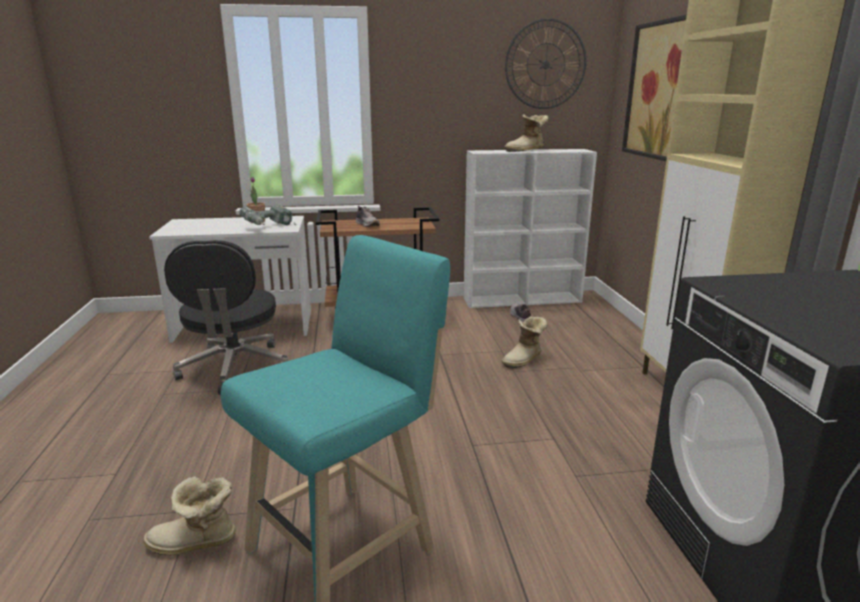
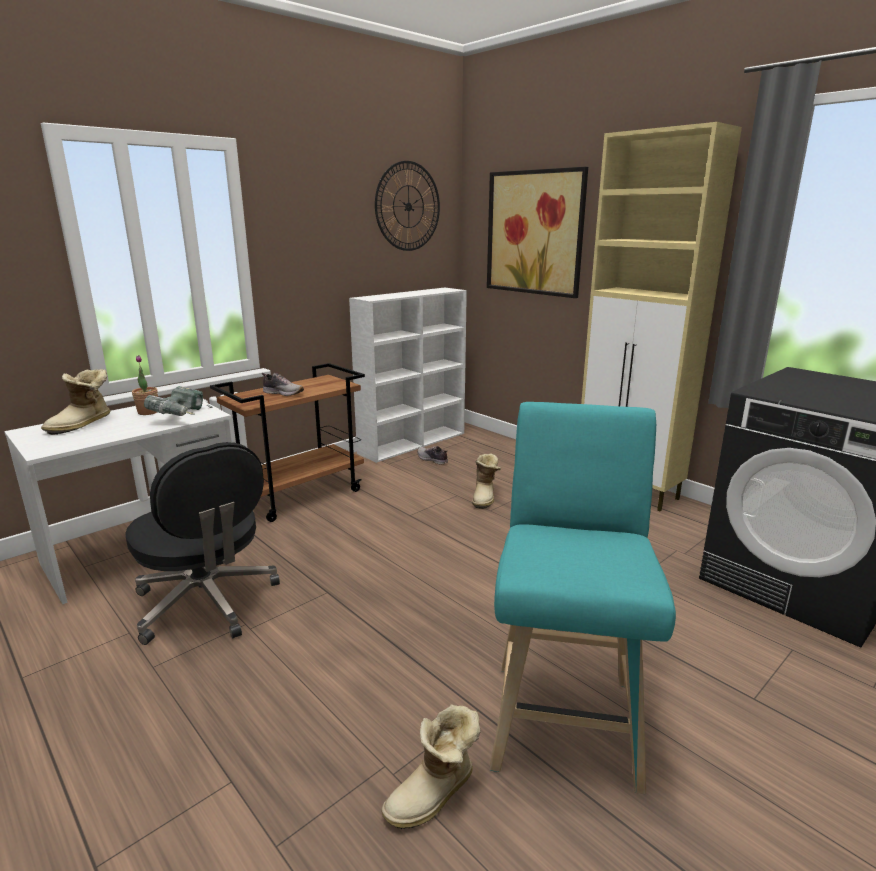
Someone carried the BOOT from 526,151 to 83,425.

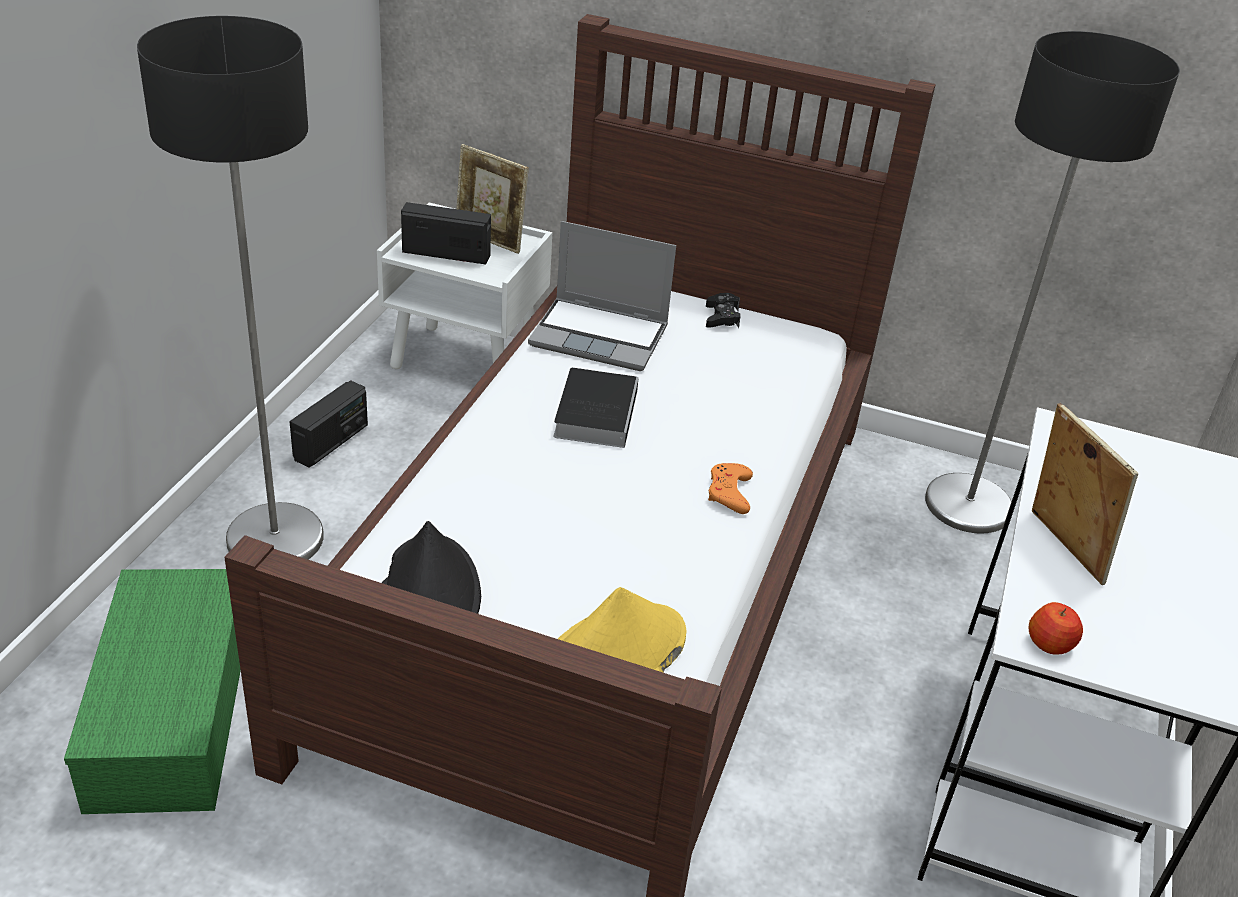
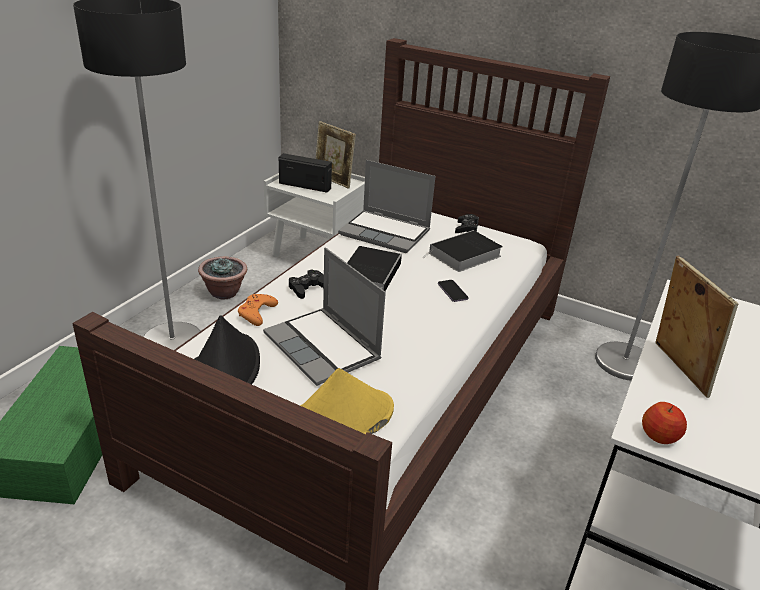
Someone swapped the RADIO at 331,442 for the POTTED PLANT at 224,292.
Someone carried the ORANGE GAME CONTROLLER from 729,492 to 257,313.
Someone put down the LAPTOP at 324,347.
Someone put down the BLACK GAME CONTROLLER at 307,288.
Someone put down the BOOK at 464,255.
Someone put down the PHONE at 452,292.

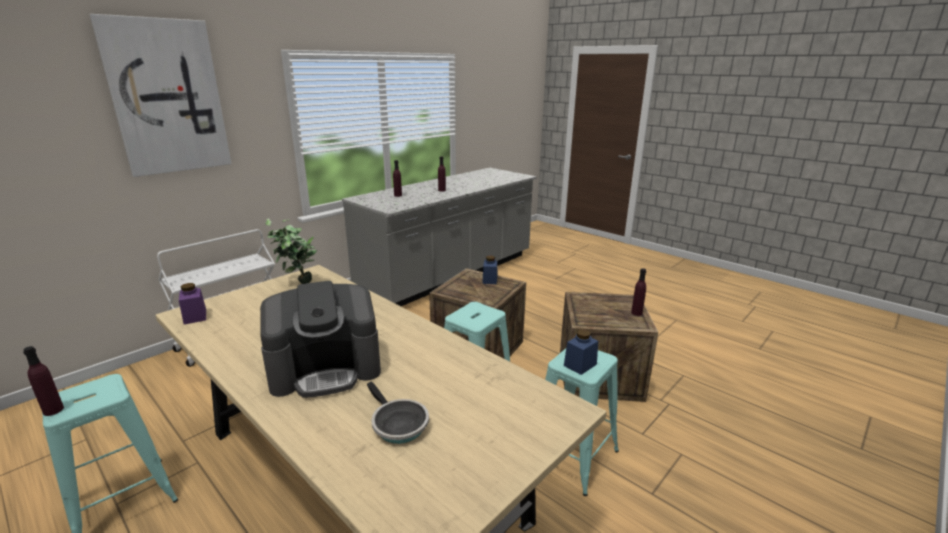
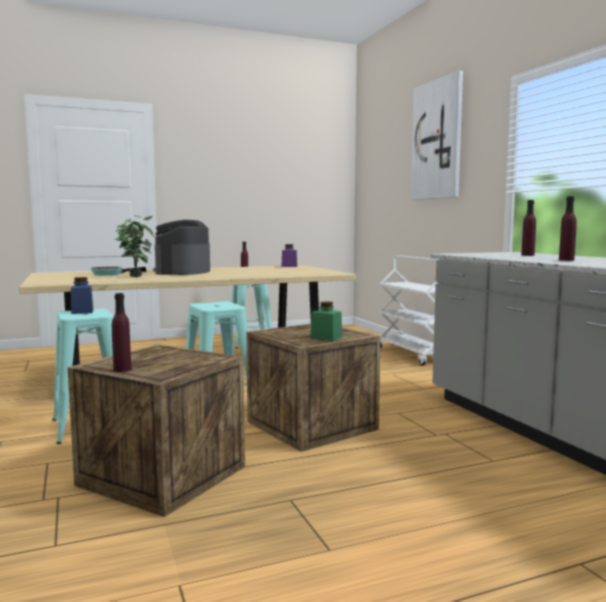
Someone carried the POTTED PLANT from 297,284 to 135,276.
Someone repainted the BLUE JAR at 490,280, which became the GREEN JAR at 326,337.

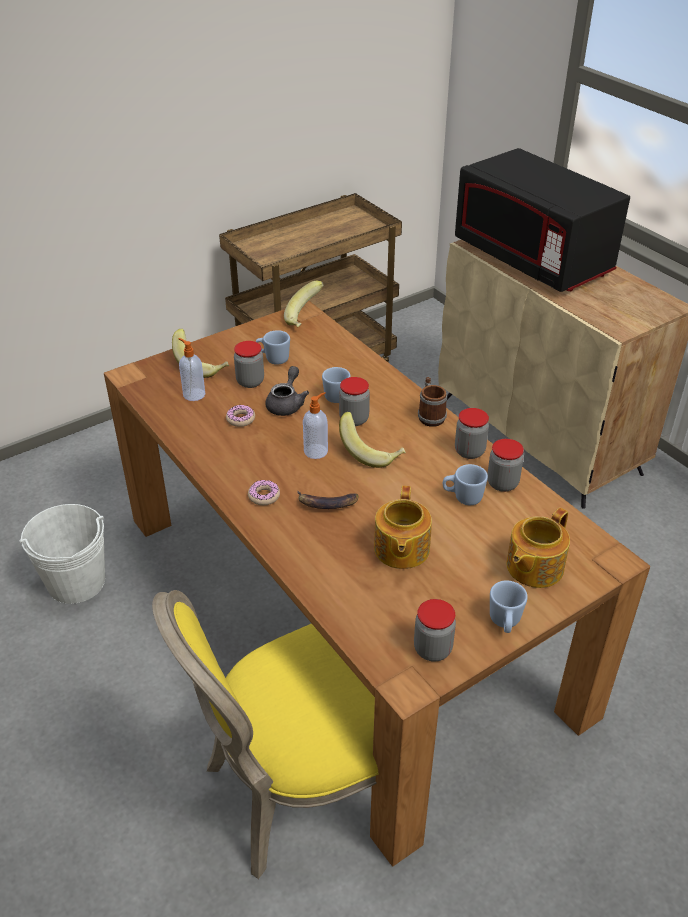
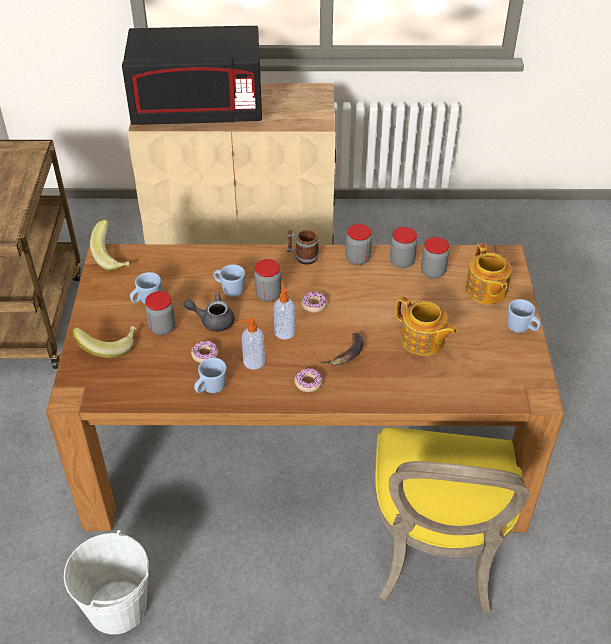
Someone carried the SOAP DISPENSER from 193,394 to 253,362.
Someone rotated the GREY TEAPOT at 287,404 by 45 degrees counterclockwise.
Someone swapped the BANANA at 371,452 for the DONUT at 313,305.
Someone carried the JAR from 432,649 to 433,272.
Someone carried the BLUE MUG from 463,498 to 210,389.

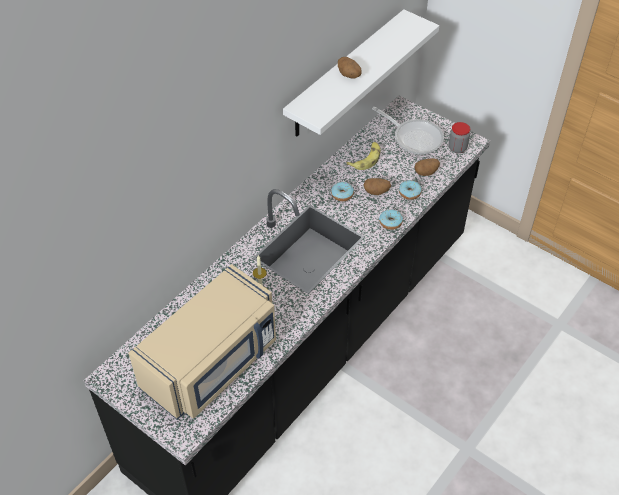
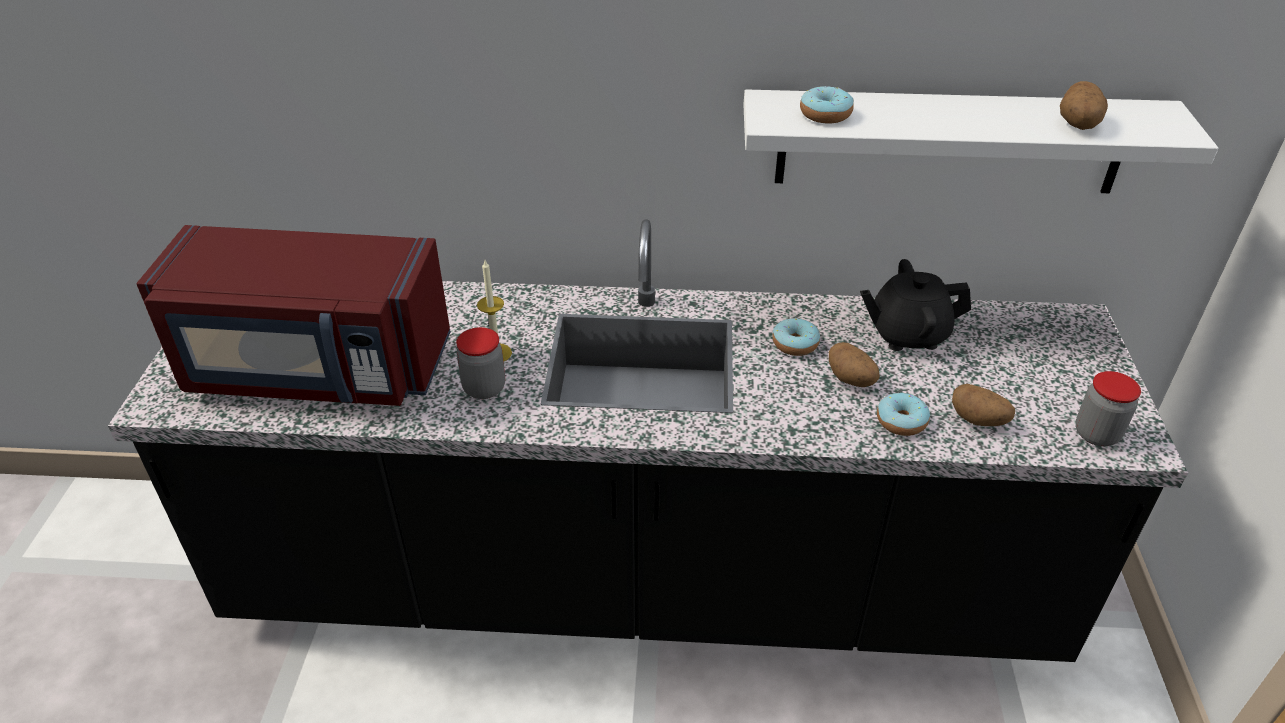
Someone repainted the BEIGE MICROWAVE at 212,363, which became the RED MICROWAVE at 315,369.
Someone carried the POTATO from 349,75 to 1078,125.
Someone swapped the BANANA at 366,159 for the BLACK TEAPOT at 907,334.
Someone took away the FRYING PAN at 414,137.
Someone carried the DONUT from 390,222 to 825,114.
Someone put down the JAR at 484,388.

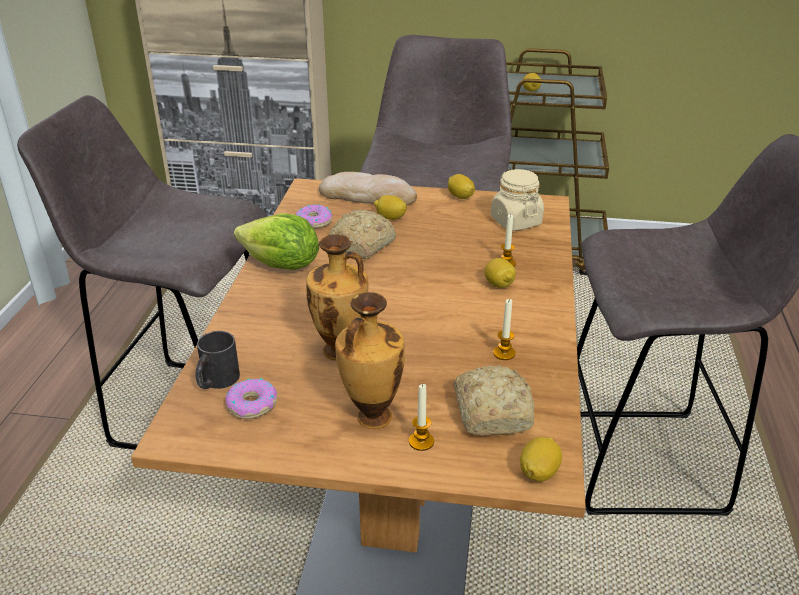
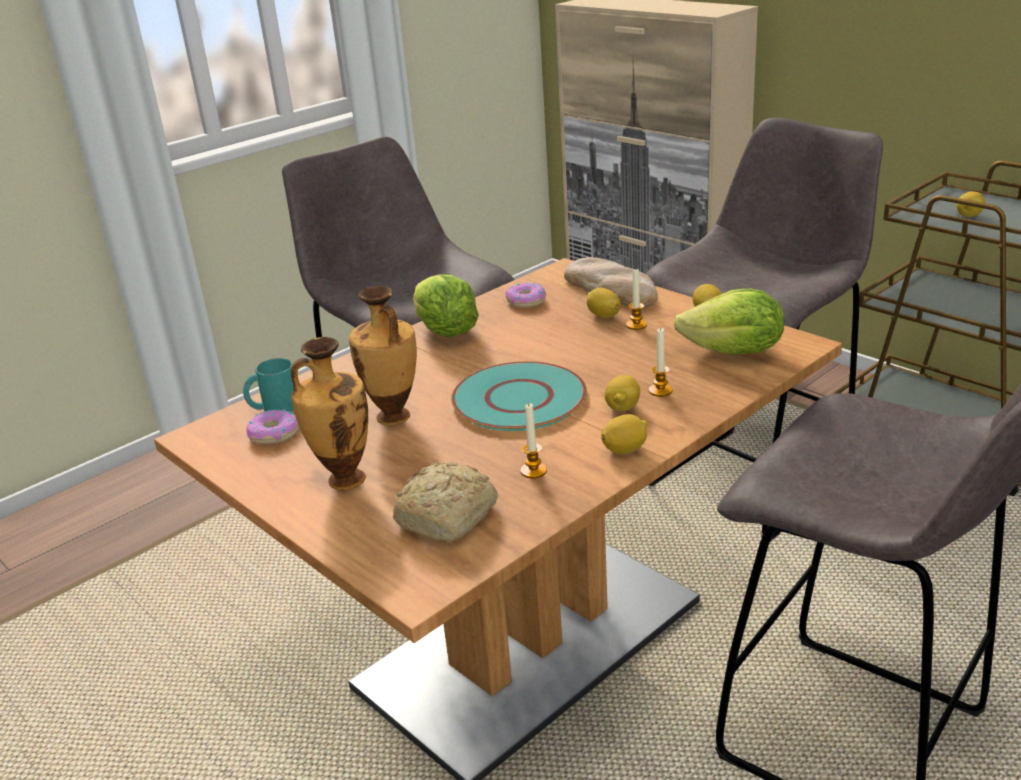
Someone repainted the BLACK MUG at 216,381, which became the TURQUOISE MUG at 274,407.
Someone took away the BREAD at 360,246.
Someone carried the CANDLE from 421,442 to 636,325.
Someone swapped the BEIGE JAR at 515,221 for the LETTUCE at 734,353.
Someone carried the LEMON from 539,472 to 625,449.
Someone put down the TURQUOISE PLATE at 518,399.

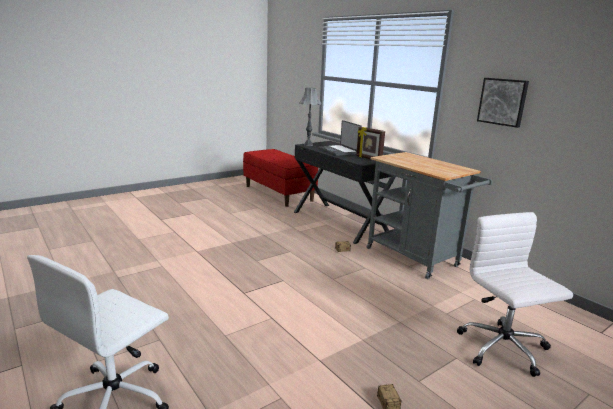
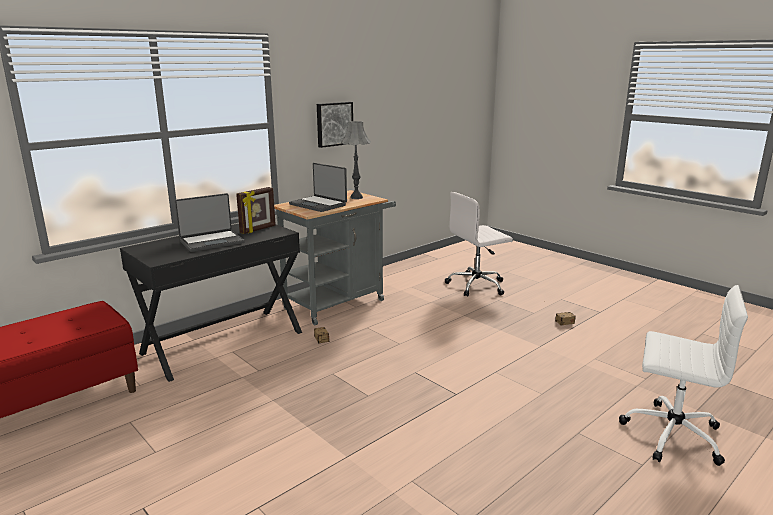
Someone carried the GREY TABLE LAMP from 308,145 to 356,197.
Someone put down the LAPTOP at 319,204.

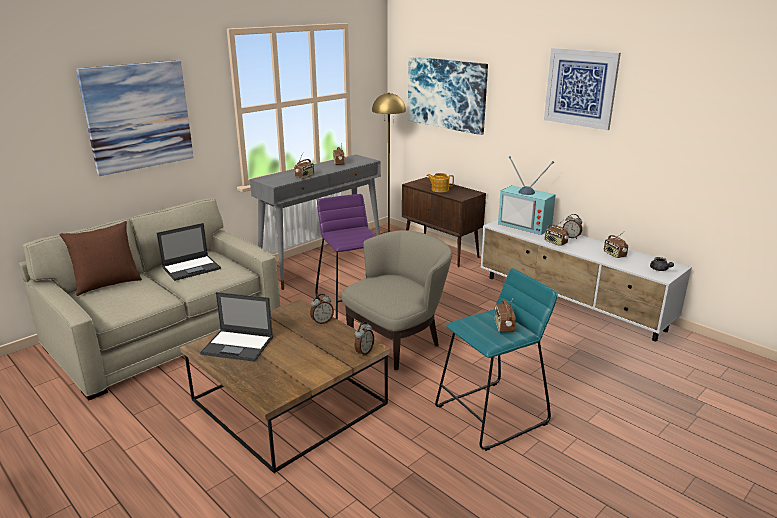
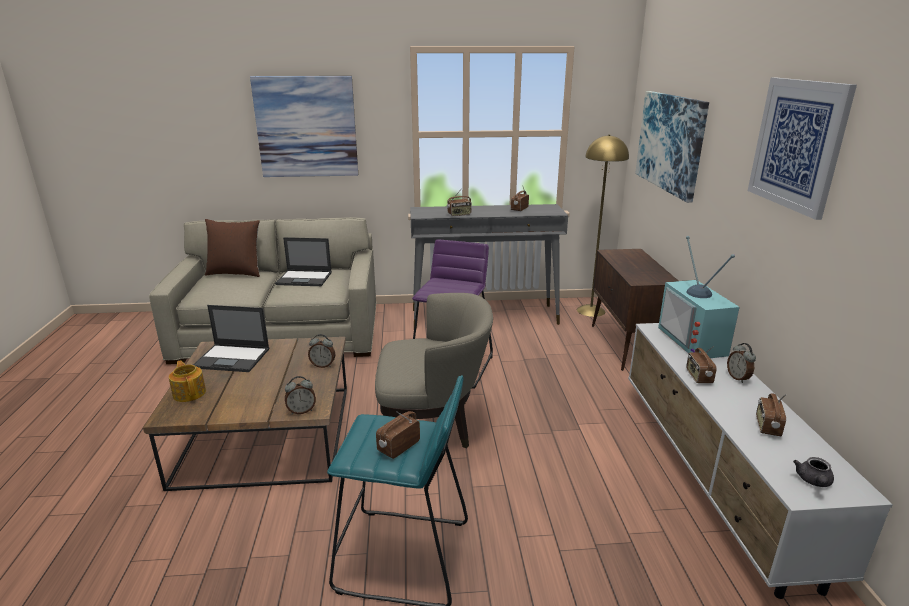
Someone rotated the LAPTOP at 238,345 by 45 degrees counterclockwise.
Someone carried the TEAPOT from 439,189 to 189,393.

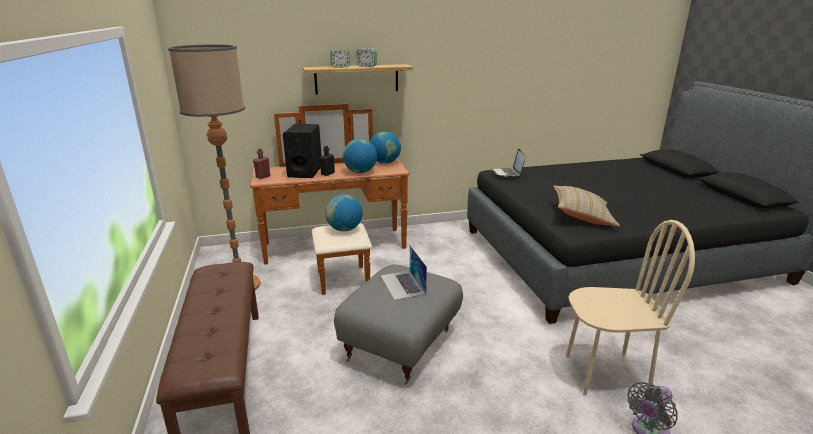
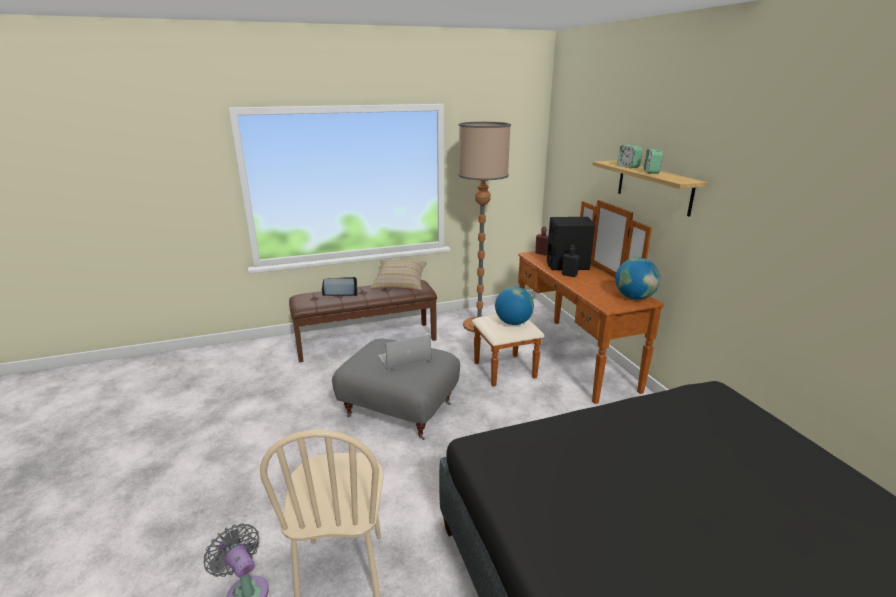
Someone took away the GLOBE at 360,172.
Someone carried the LAPTOP from 508,173 to 339,294.
Someone carried the BEIGE PILLOW from 582,216 to 400,284.

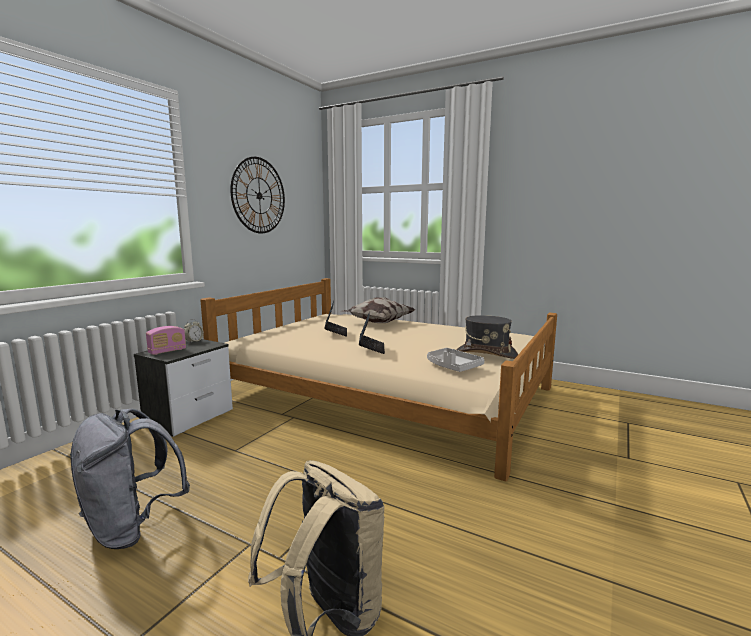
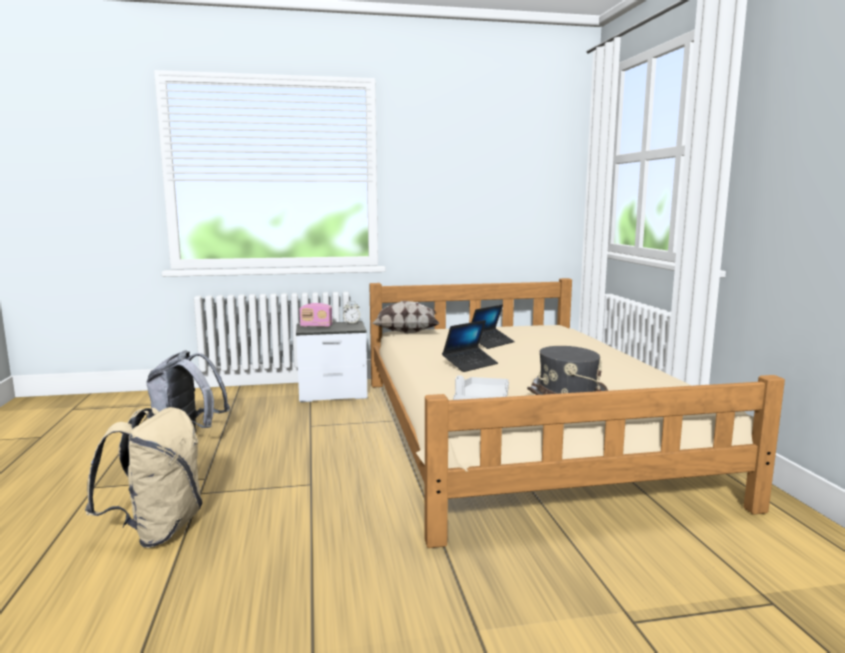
Someone took away the WALL CLOCK at 259,195.
Someone carried the PILLOW from 377,323 to 405,332.

